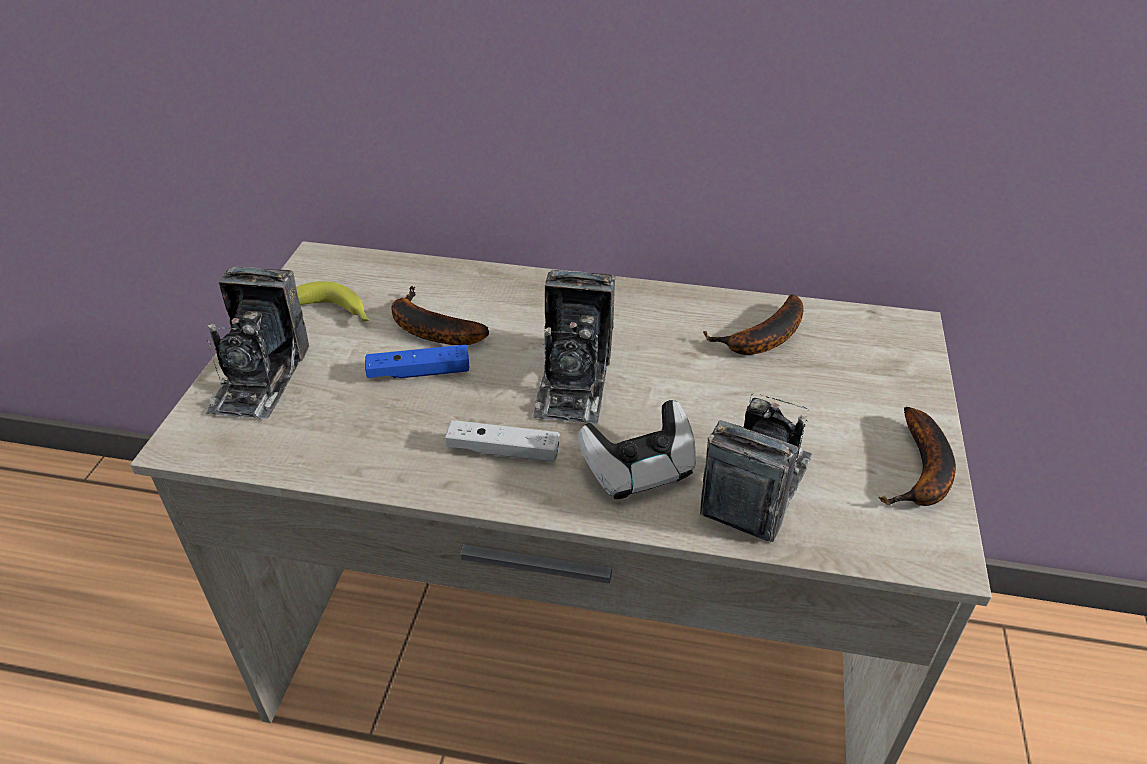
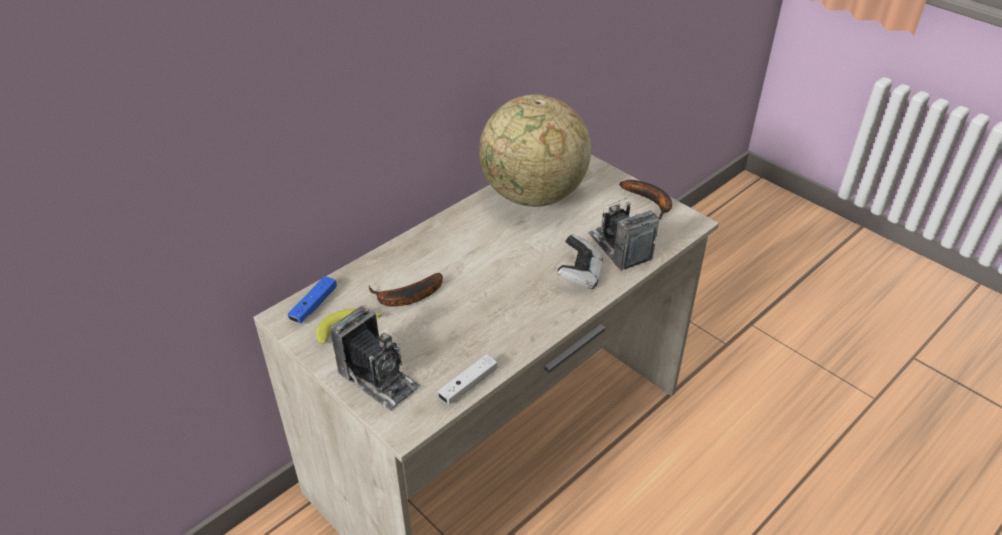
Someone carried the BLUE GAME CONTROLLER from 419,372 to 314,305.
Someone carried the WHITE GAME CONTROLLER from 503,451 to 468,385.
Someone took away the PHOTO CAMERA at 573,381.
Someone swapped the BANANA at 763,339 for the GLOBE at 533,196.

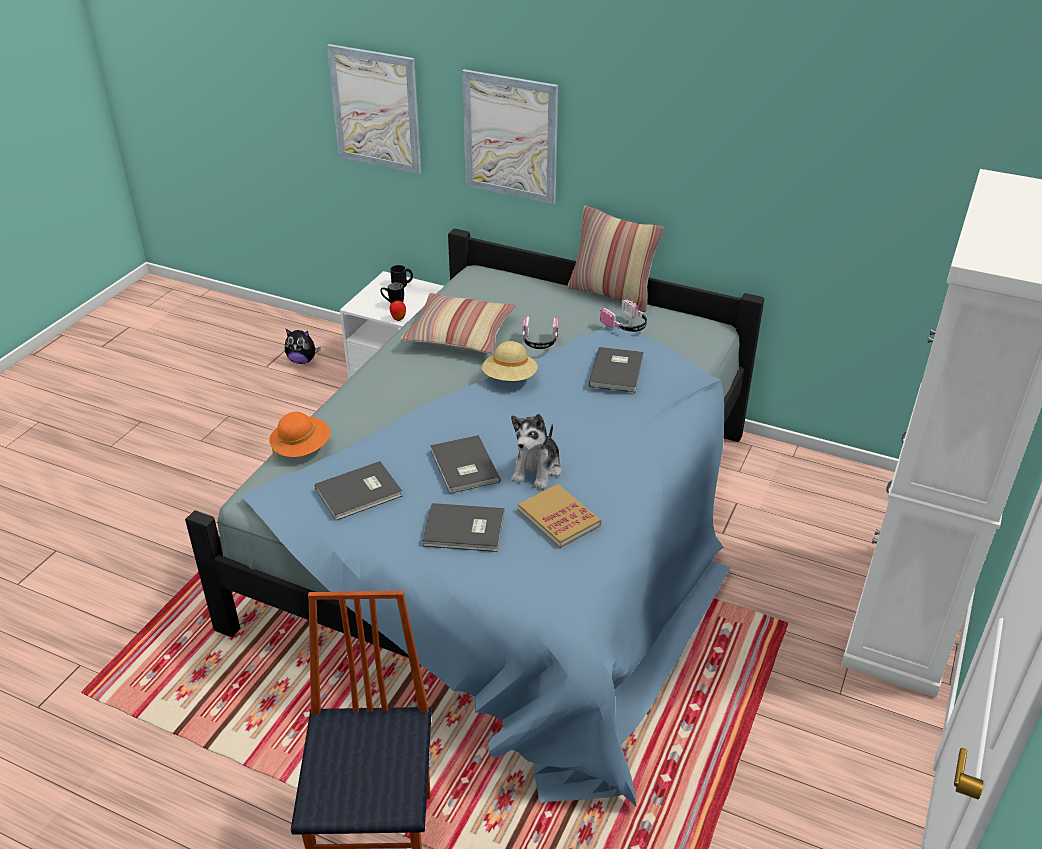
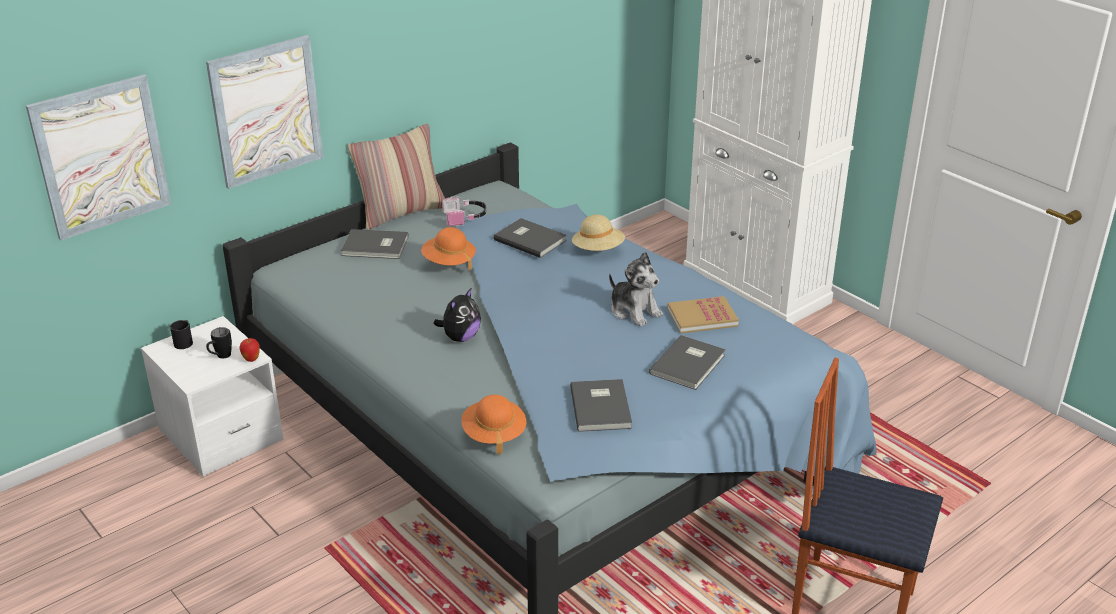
Someone carried the PLUSH TOY from 302,361 to 460,337.
Someone took away the PILLOW at 460,334.
Someone carried the GREY BOOK from 463,467 to 376,247.
Someone carried the BEIGE HAT from 510,378 to 598,250.
Someone swapped the HEADPHONES at 540,341 for the ORANGE HAT at 449,262.

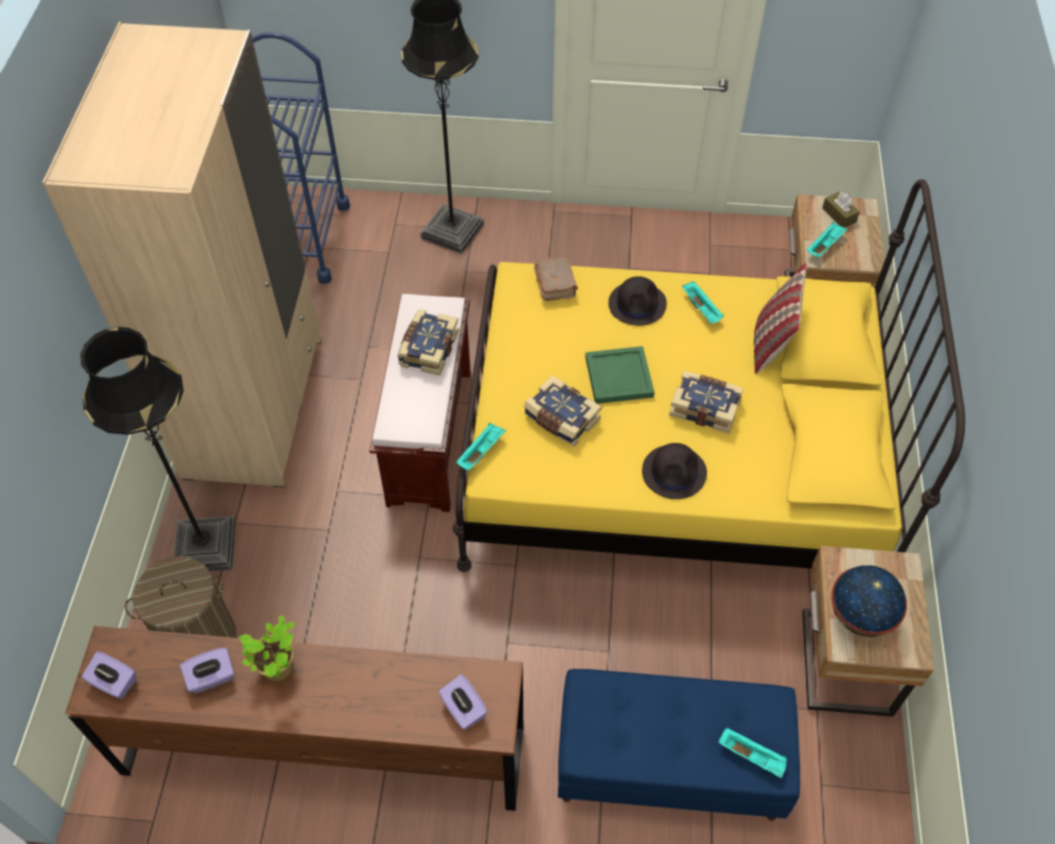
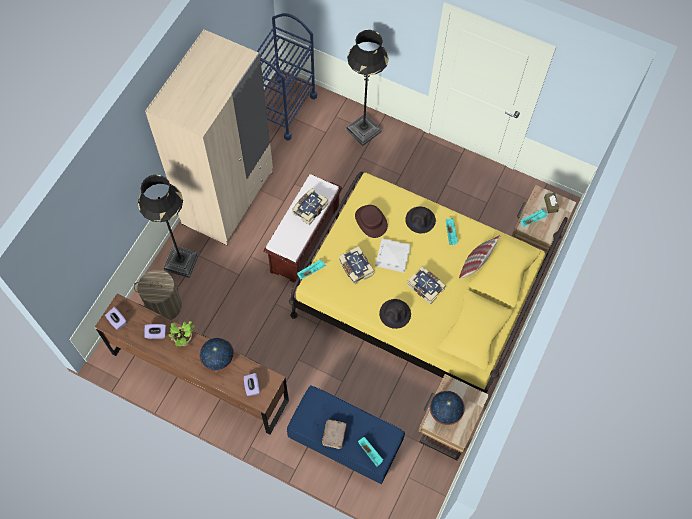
Someone carried the BROWN BOOK from 555,284 to 334,435.
Someone repainted the GREEN TRAY at 619,376, which became the WHITE TRAY at 393,256.
Someone put down the GLOBE at 218,360.
Someone put down the BROWN HAT at 370,221.

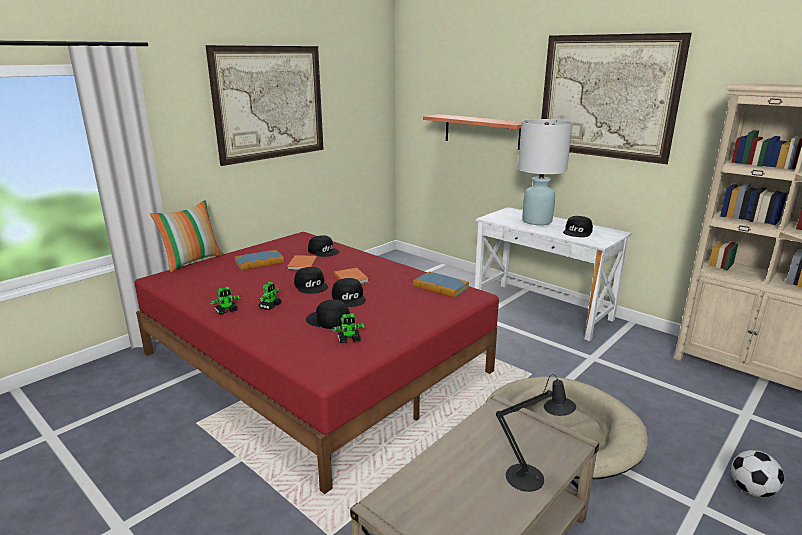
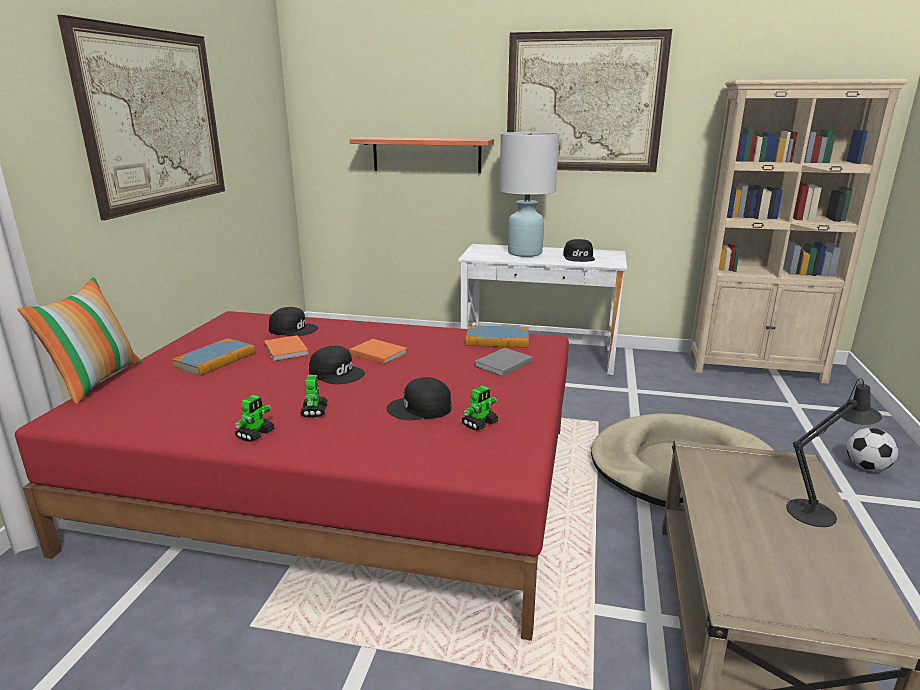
Someone took away the BLACK CAP at 349,298.
Someone put down the GREY BOOK at 502,364.

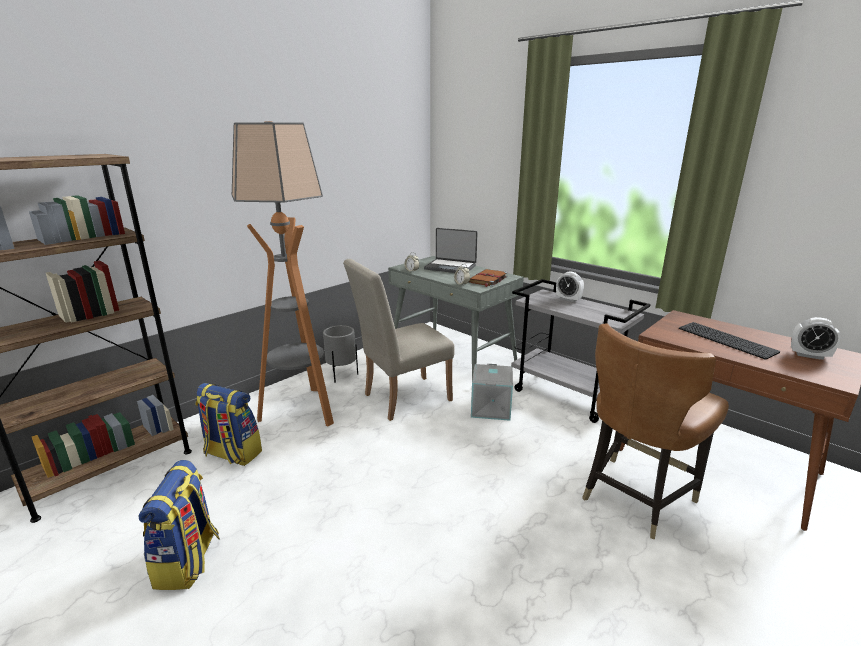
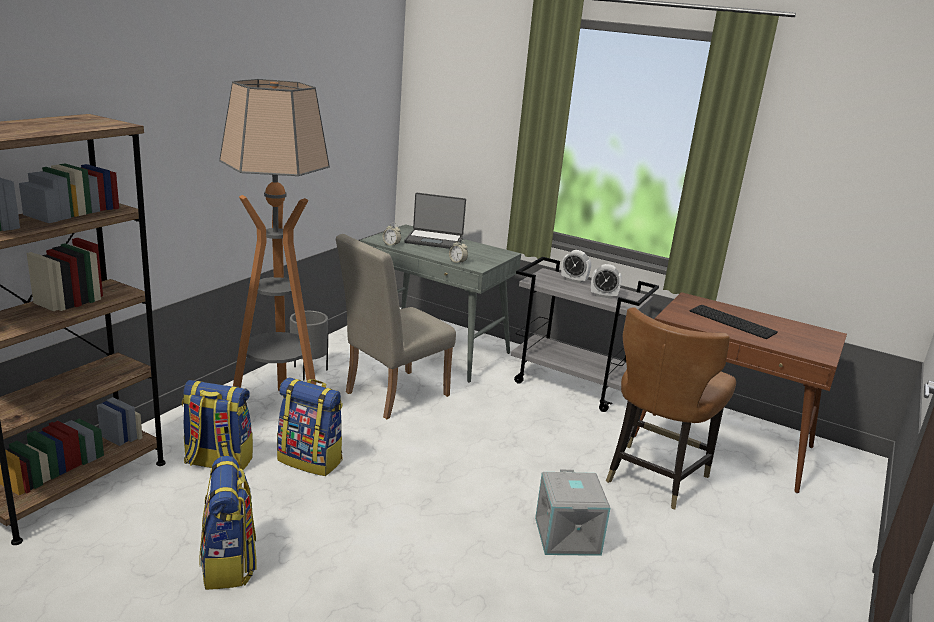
Someone took away the BROWN BOOK at 488,279.
Someone carried the GREY STORAGE BOX from 491,408 to 568,536.
Someone carried the ALARM CLOCK from 809,355 to 603,296.
Someone put down the BACKPACK at 311,460.

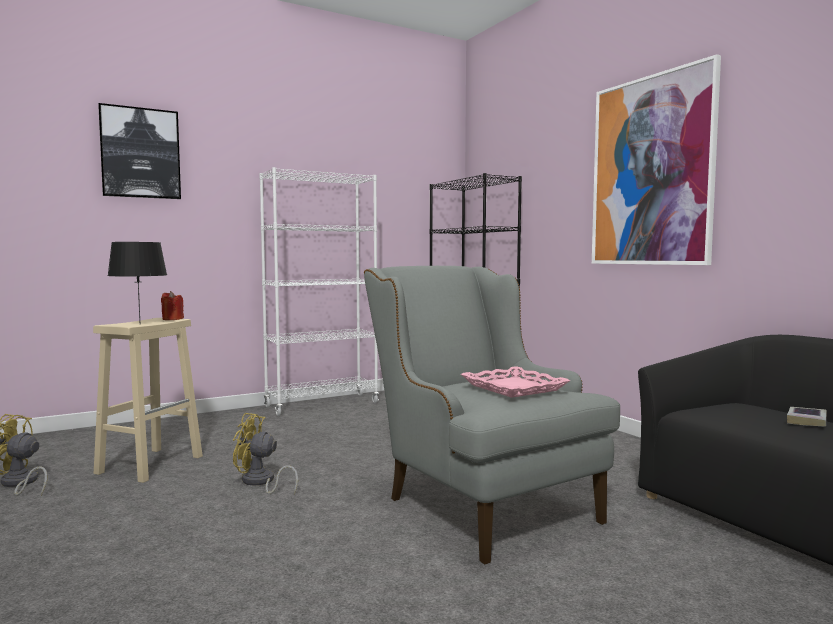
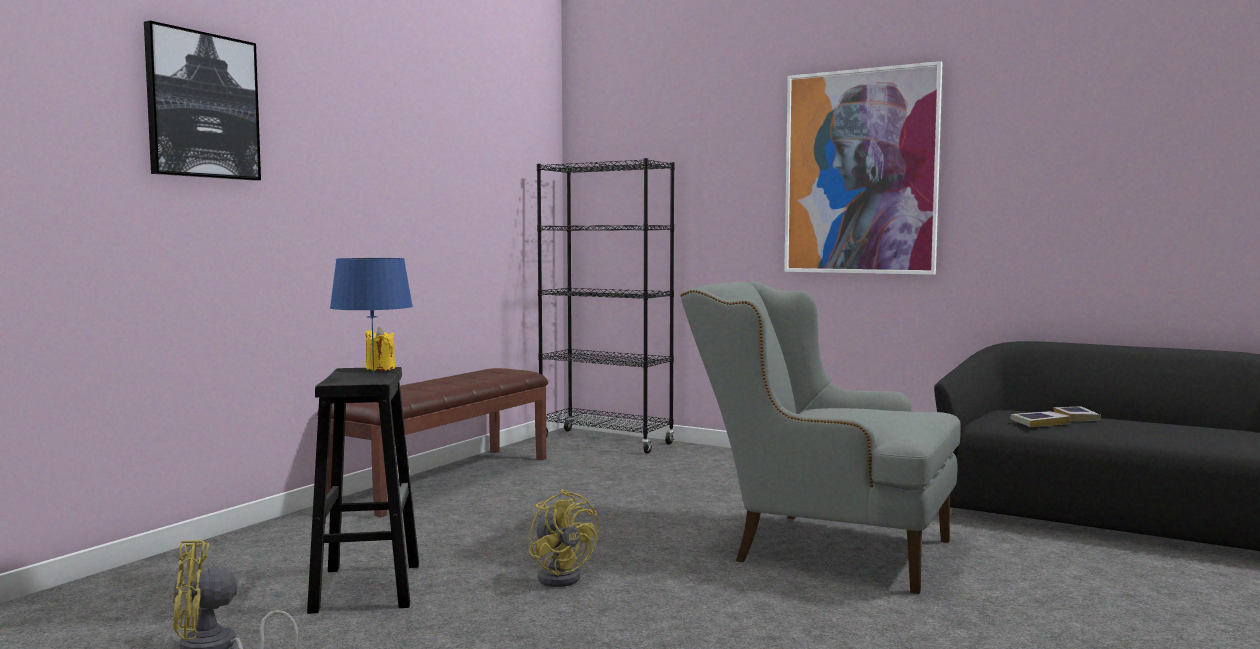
Someone repainted the BEIGE STOOL at 151,464, which became the BLACK STOOL at 367,586.
Someone repainted the BLACK TABLE LAMP at 140,324, which became the BLUE TABLE LAMP at 373,379.
Someone repainted the RED CANDLE at 172,319, which became the YELLOW CANDLE at 380,368.
Someone rotated the YELLOW FAN at 260,482 by 105 degrees counterclockwise.
Someone swapped the WHITE BOOKCASE at 322,405 for the BROWN BENCH at 444,479.
Someone took away the PINK TRAY at 513,388.
Someone put down the BOOK at 1039,423.

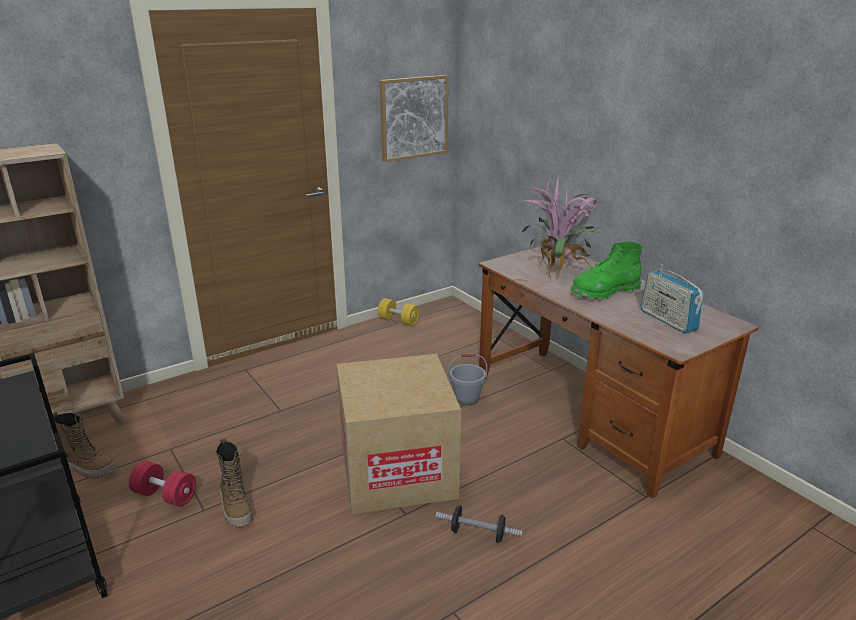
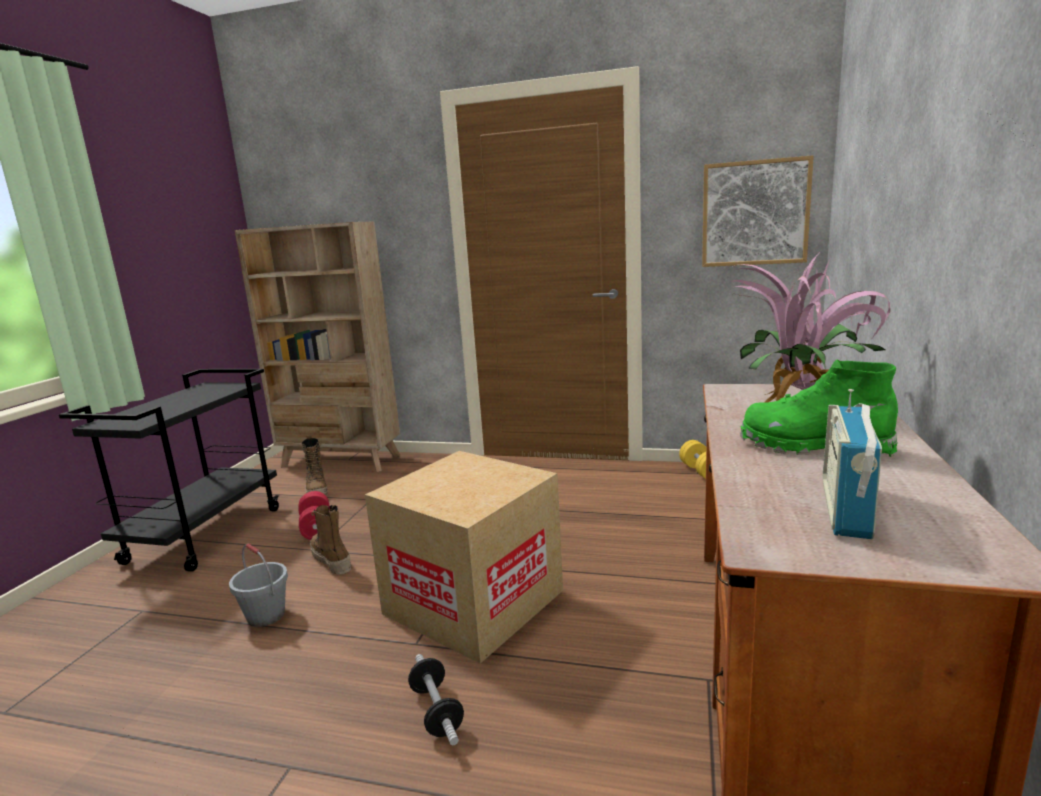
Someone rotated the BOOT at 236,508 by 120 degrees clockwise.
Someone carried the GREY BUCKET from 467,398 to 266,615.

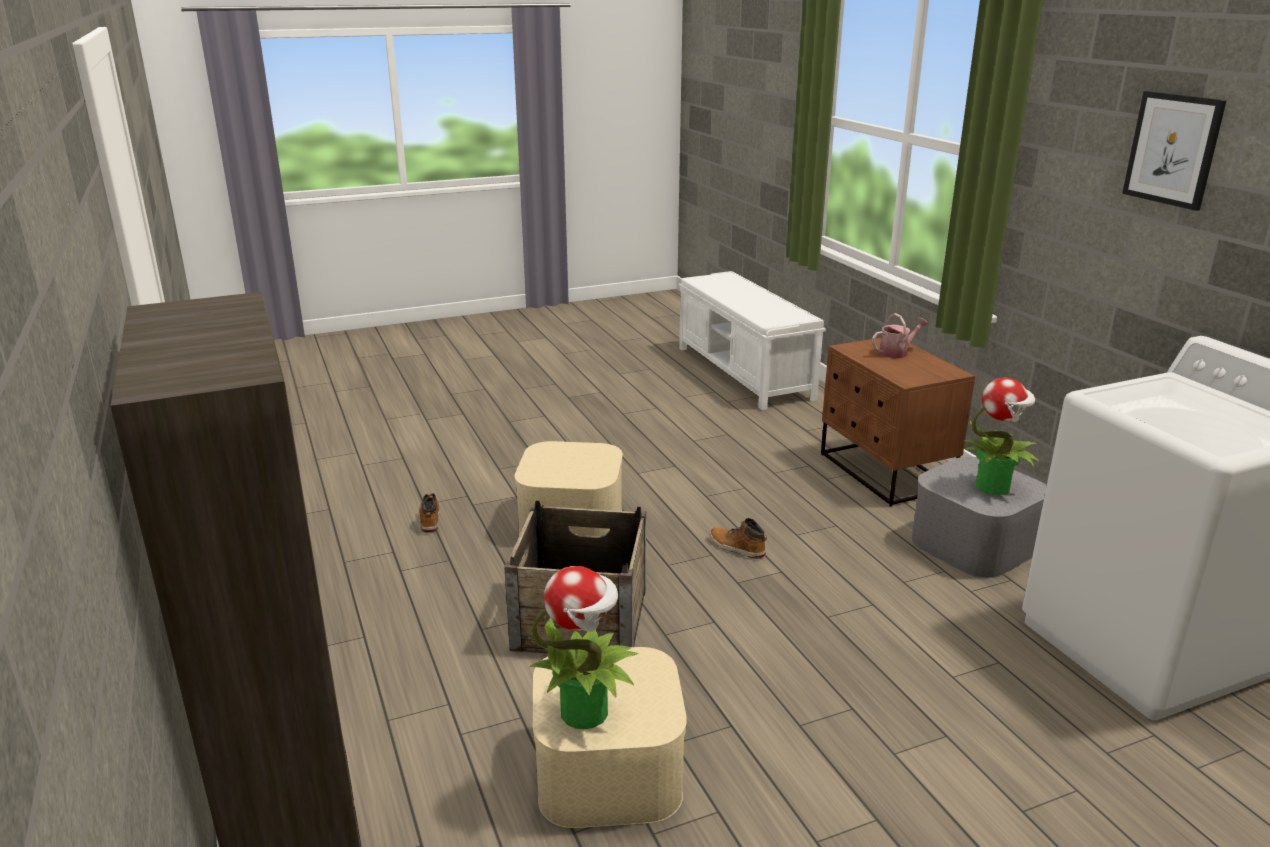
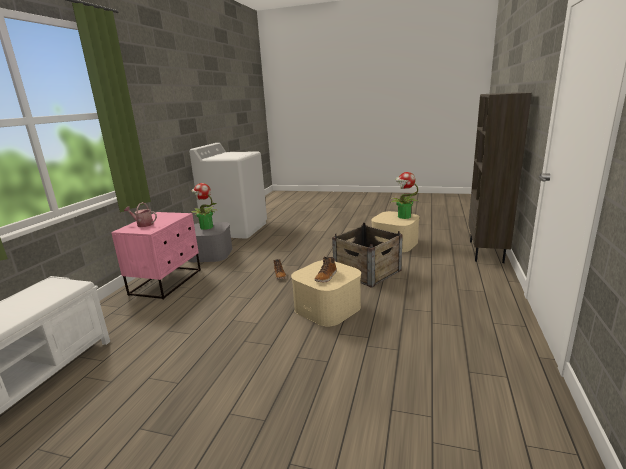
Someone carried the BOOT from 429,518 to 326,277.
Someone repainted the BROWN NIGHTSTAND at 884,473, which became the PINK NIGHTSTAND at 167,282.
Someone took away the PICTURE at 1173,149.

